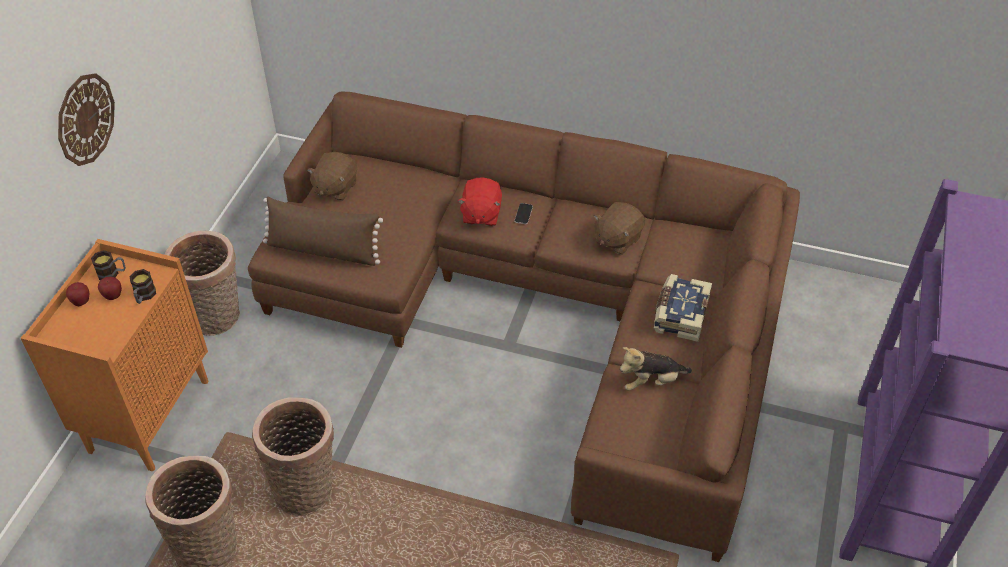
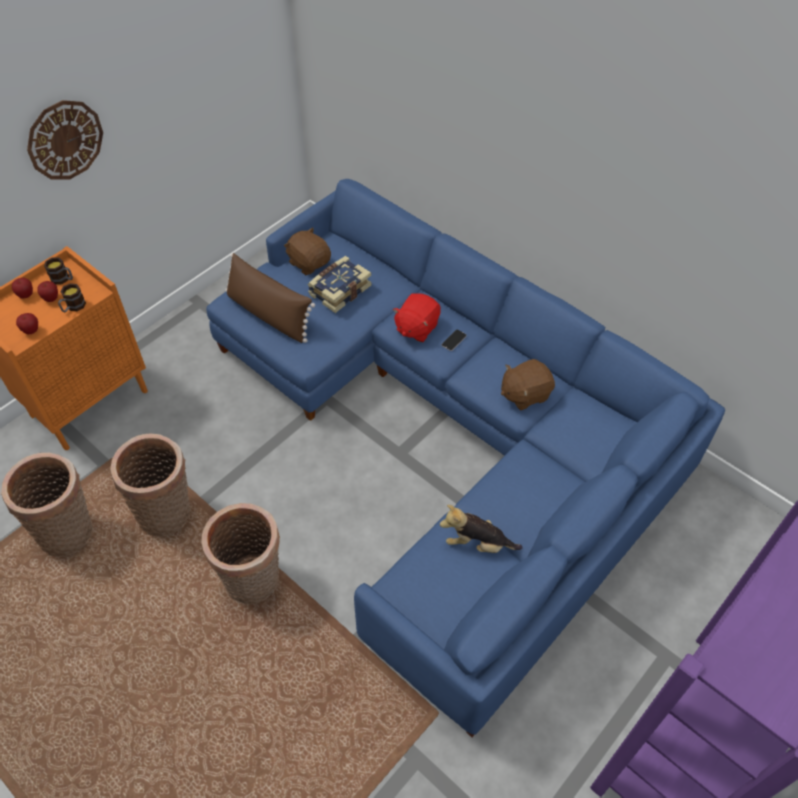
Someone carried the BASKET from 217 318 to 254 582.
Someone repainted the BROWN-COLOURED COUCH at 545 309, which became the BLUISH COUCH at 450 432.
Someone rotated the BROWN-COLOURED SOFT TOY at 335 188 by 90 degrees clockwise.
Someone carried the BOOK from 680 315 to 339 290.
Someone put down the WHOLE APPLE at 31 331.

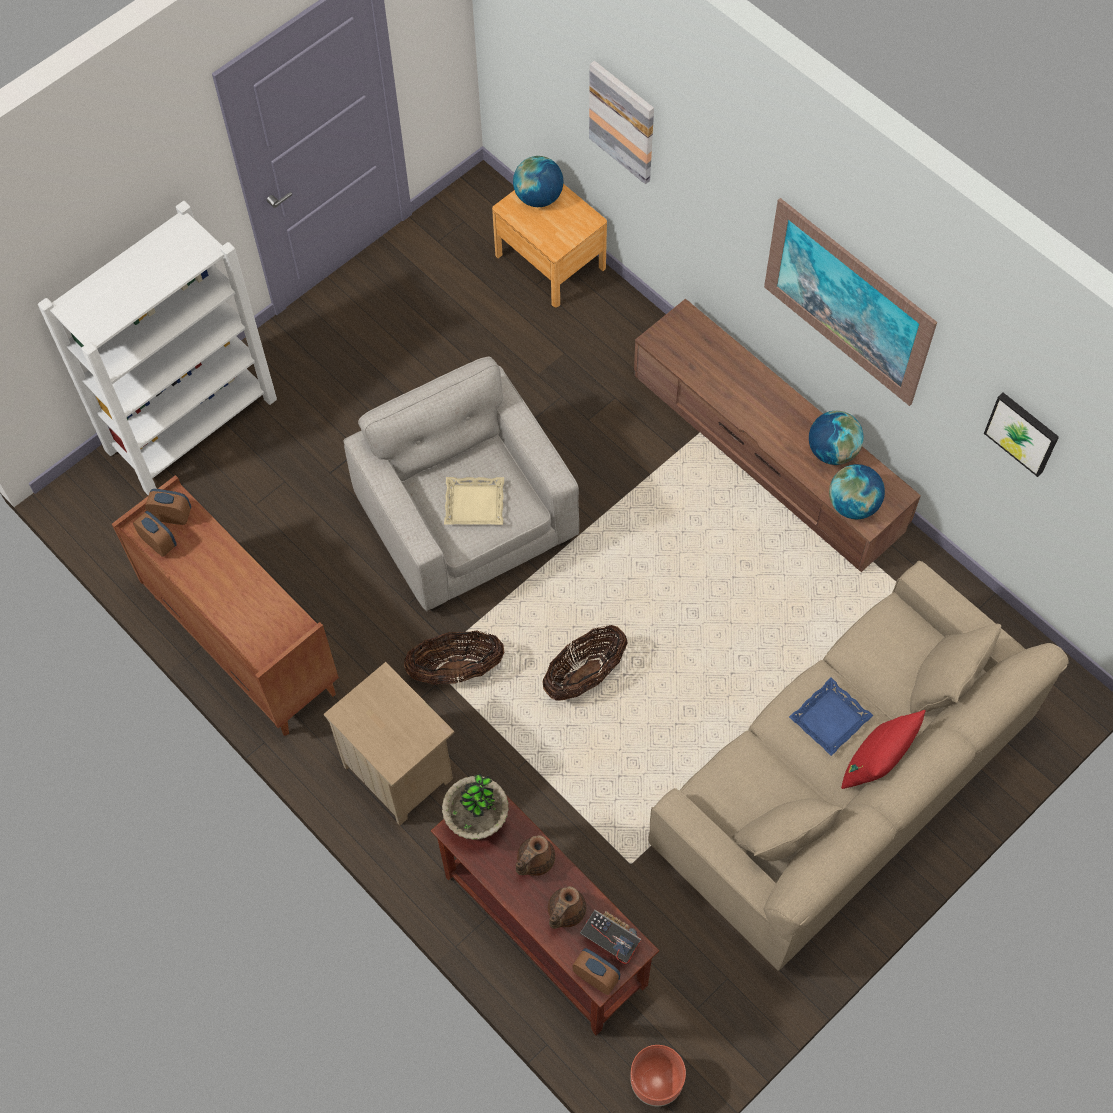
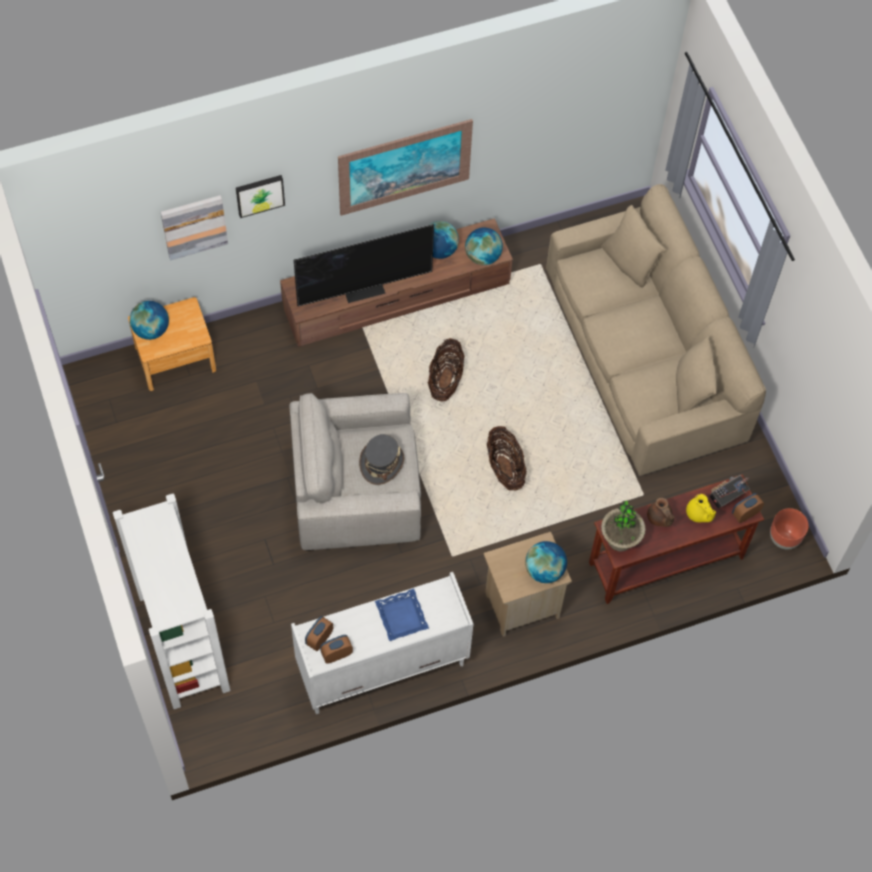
Someone repainted the BROWN-COLOURED STORAGE CABINET at 243 644, which became the WHITISH STORAGE CABINET at 381 668.
Someone carried the BASKET from 456 670 to 445 380.
Someone swapped the BEIGE-COLOURED SERVING TRAY at 474 503 for the GREY WEARABLE HAT at 381 463.
Someone repainted the BROWN-COLOURED TEAPOT at 565 912, which became the YELLOW TEAPOT at 698 514.
Someone carried the BLUISH SERVING TRAY from 830 719 to 402 616.
Someone took away the RED CUSHION at 876 764.
Someone carried the WALL PICTURE from 1022 432 to 259 194.
Someone put down the TV SET at 364 289.
Someone put down the WORLD GLOBE at 544 570.

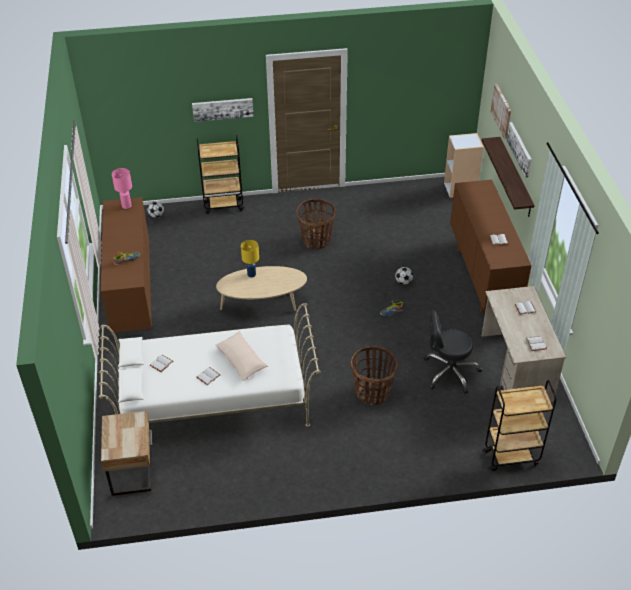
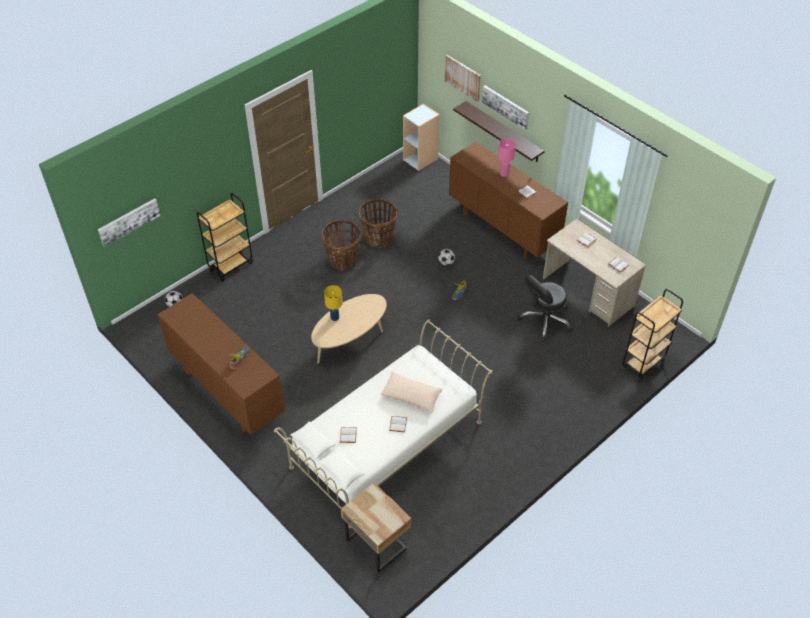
Someone carried the PINK-COLOURED LAMP FOR A TABLE from 126 206 to 504 173.
Someone carried the WALL PICTURE from 222 109 to 128 221.
Someone carried the BASKET from 372 392 to 378 238.

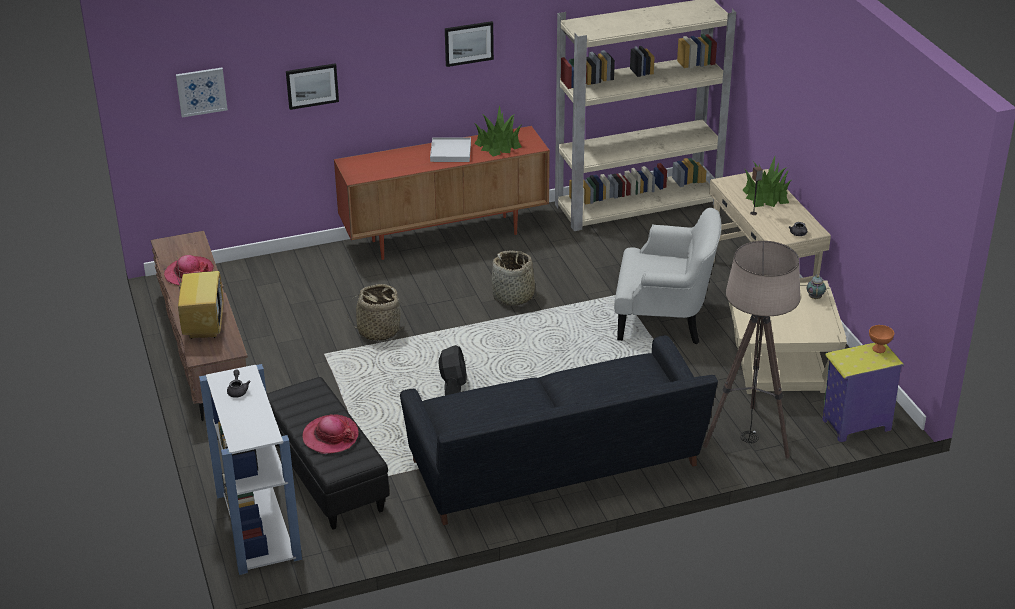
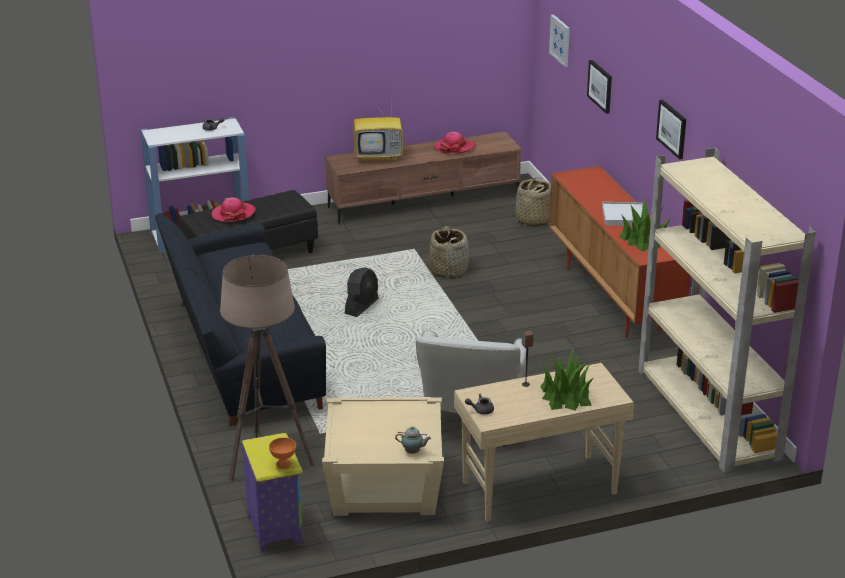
Someone rotated the BLACK COOLING FAN at 453 387 by 60 degrees counterclockwise.
Someone carried the BASKET from 513 296 to 533 220.

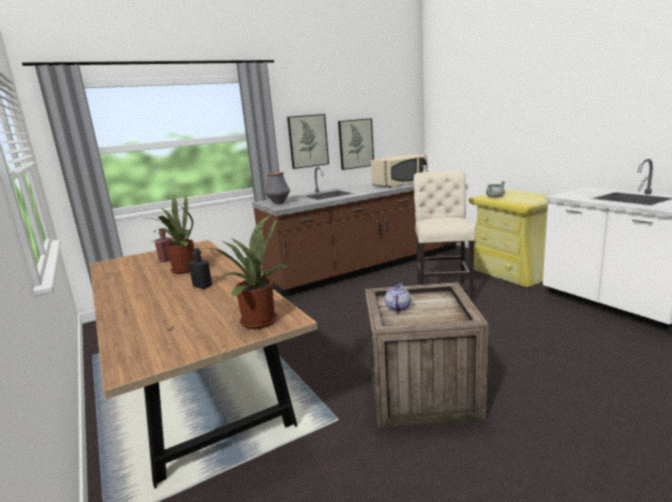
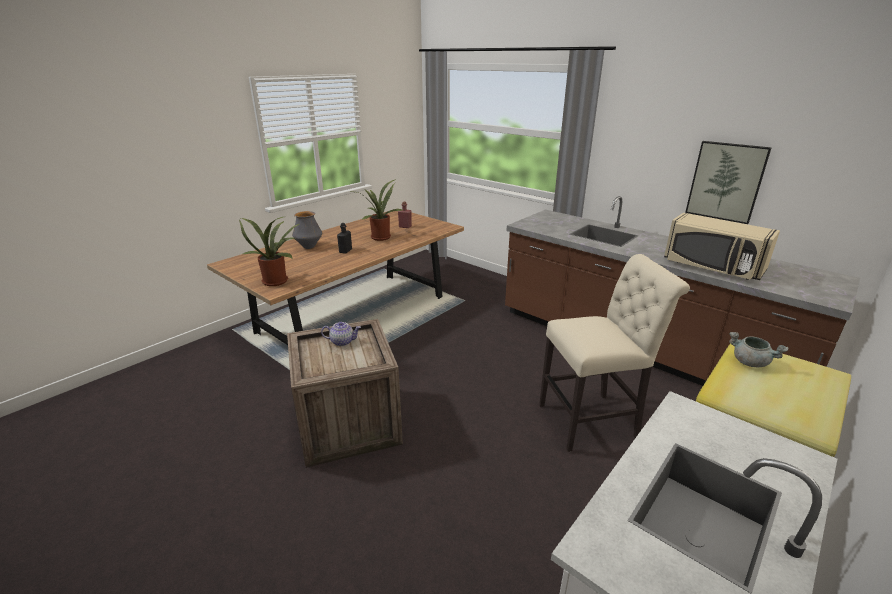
Someone carried the VASE from 279 203 to 309 247.
Someone took away the WALL PICTURE at 308 141.

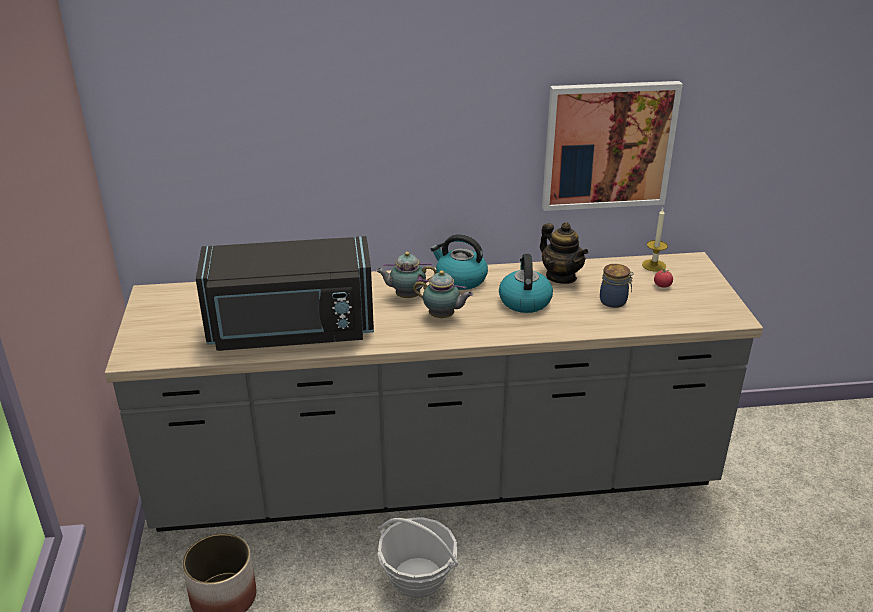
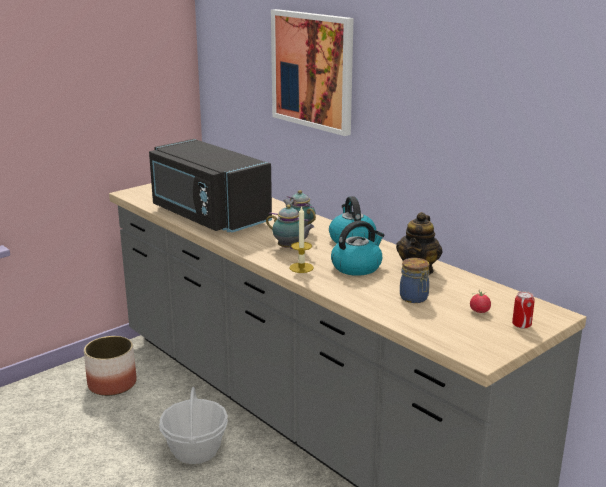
Someone rotated the TEAPOT at 443 317 by 45 degrees counterclockwise.
Someone carried the WALL PICTURE from 608 145 to 313 70.
Someone carried the WAX LIGHT from 654 265 to 301 268.
Someone put down the SEALED CAN at 521 325.

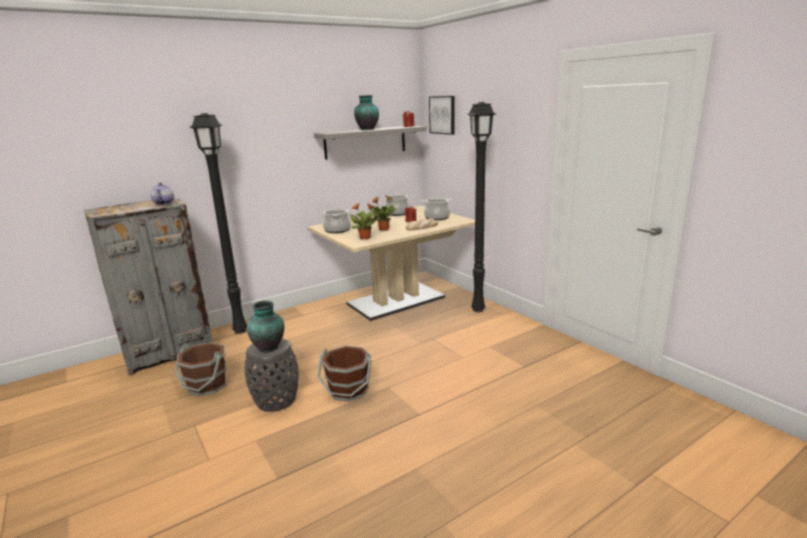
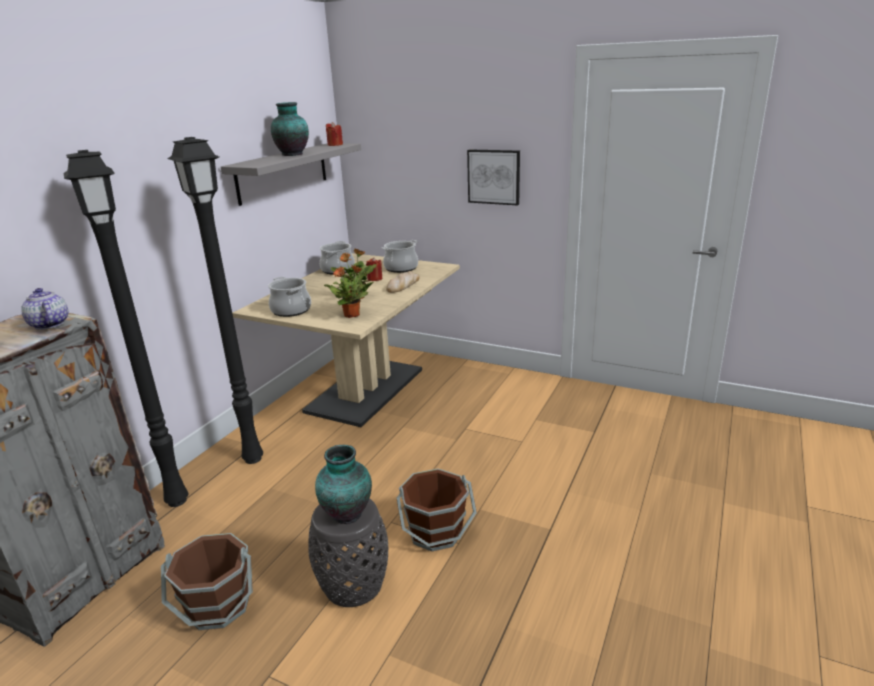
Someone carried the WALL PICTURE from 442 115 to 494 176.
Someone carried the BLACK STANDING LAMP from 477 310 to 252 460.

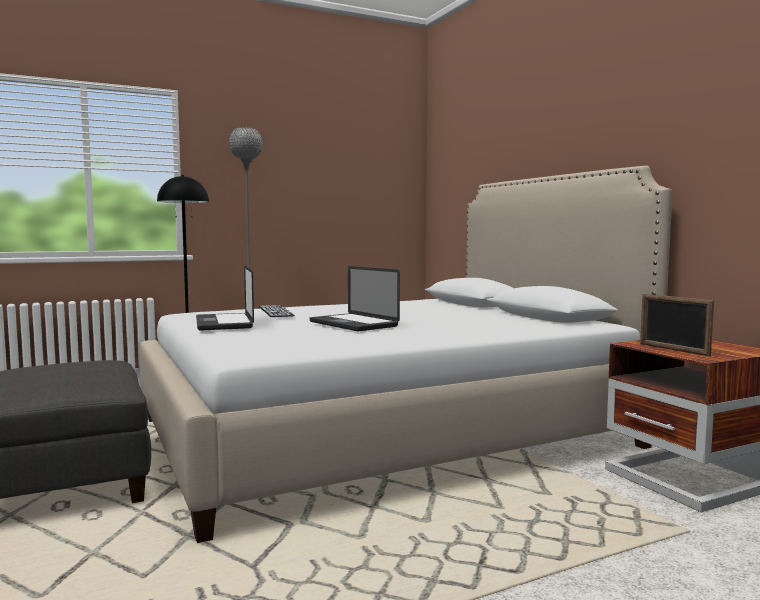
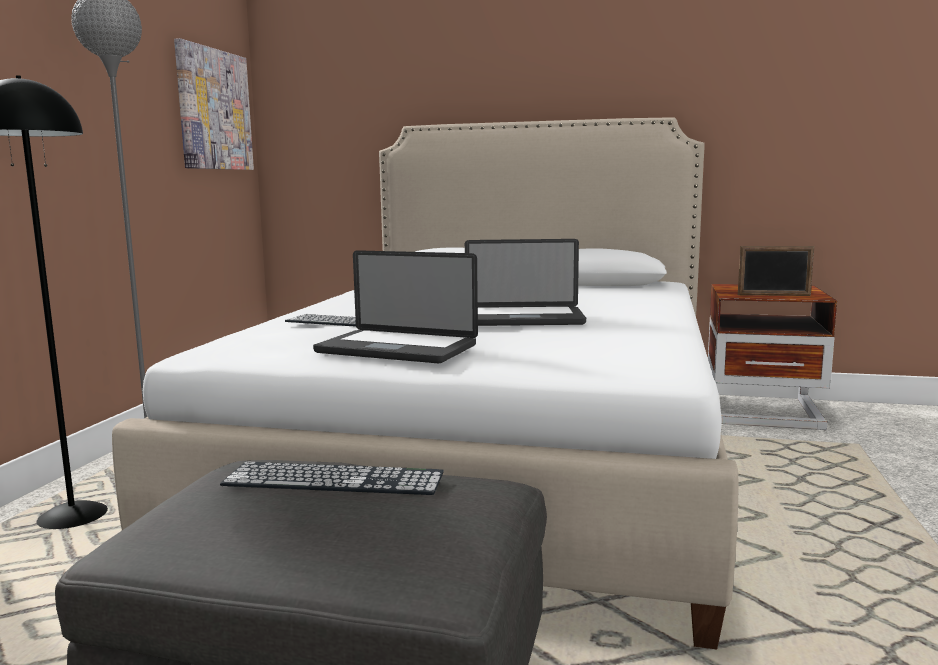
Someone put up the WALL PICTURE at 214 110.
Someone put down the COMPUTER KEYBOARD at 334 479.

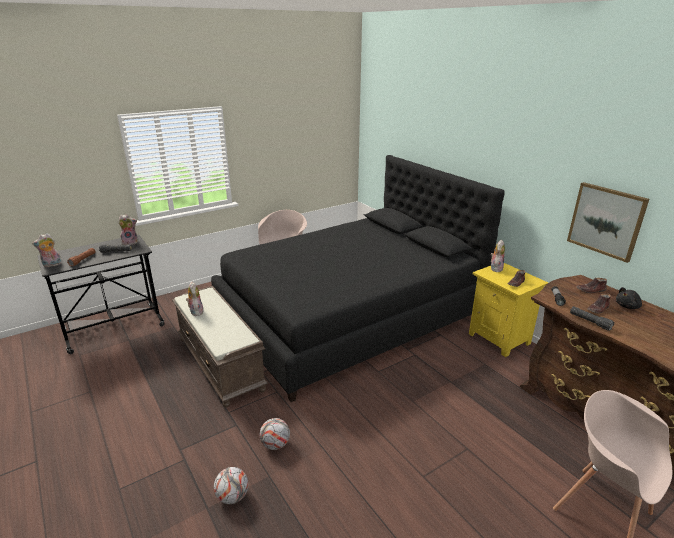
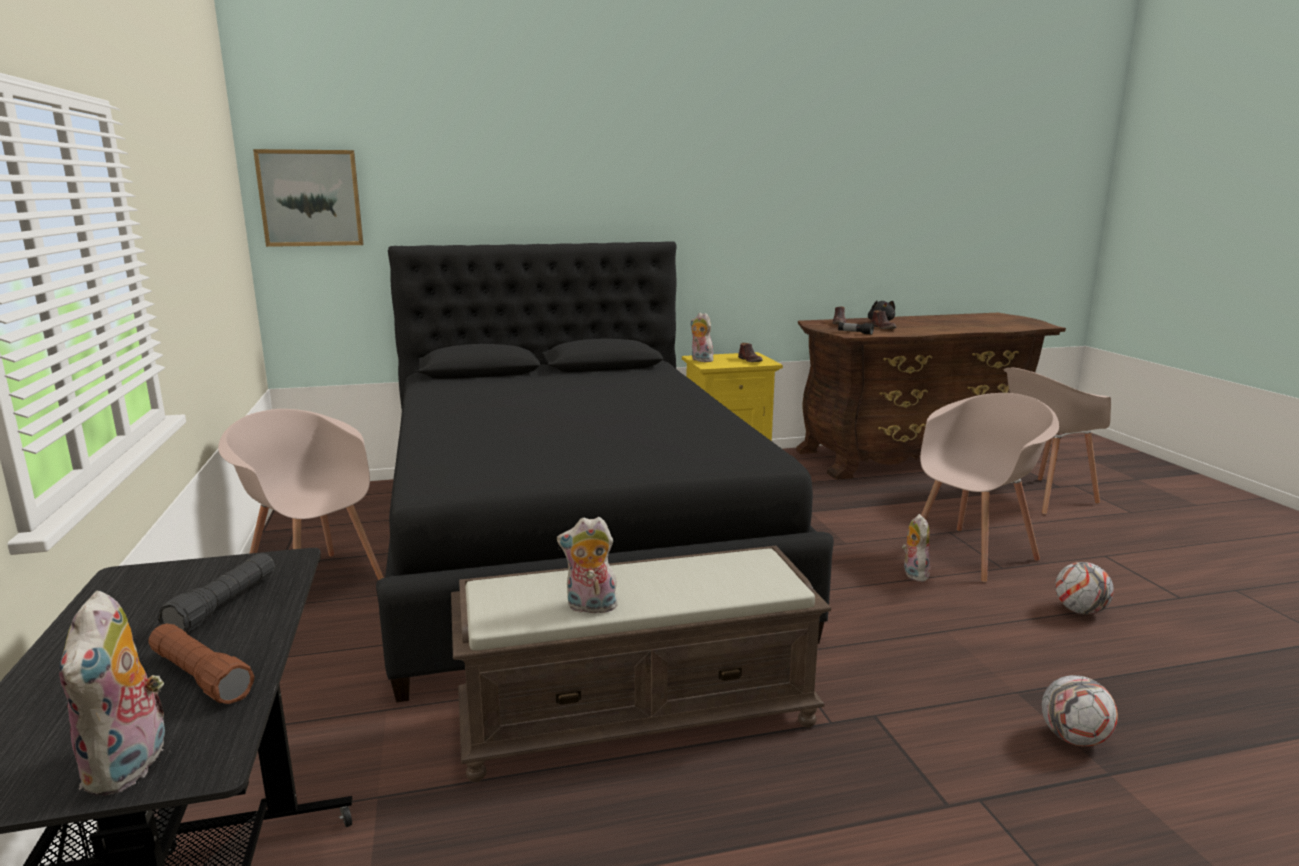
Someone carried the SOFT TOY from 130 242 to 913 574.
Someone carried the FOOTBALL BALL from 275 444 to 1080 611.
Someone carried the WALL PICTURE from 606 221 to 310 198.
Someone took away the BLACK FLASHLIGHT at 590 322.
Someone put down the BEIGE-COLOURED UPRIGHT CHAIR at 972 554.

